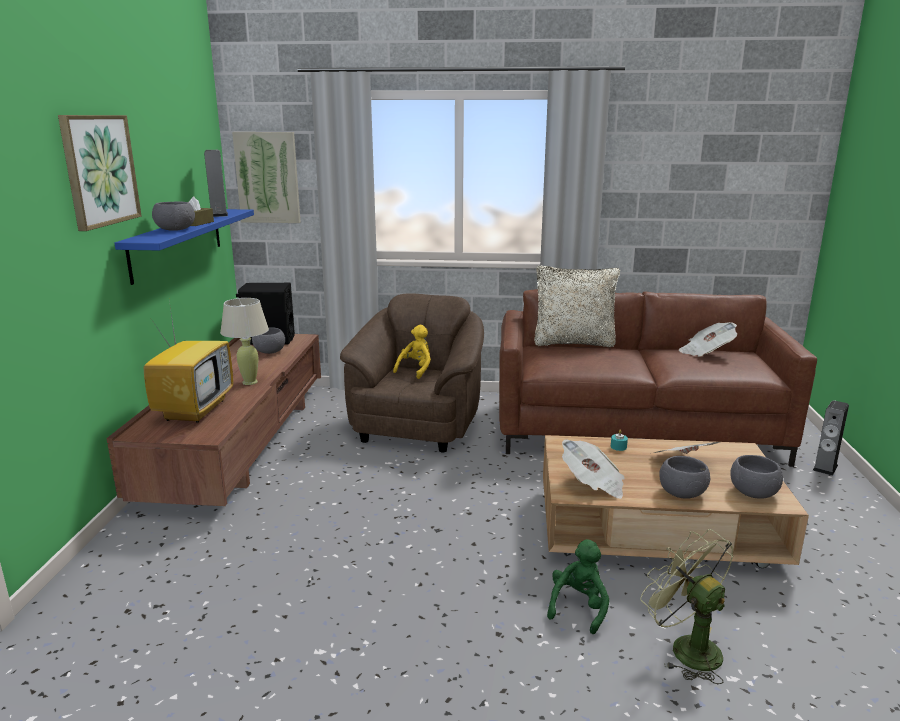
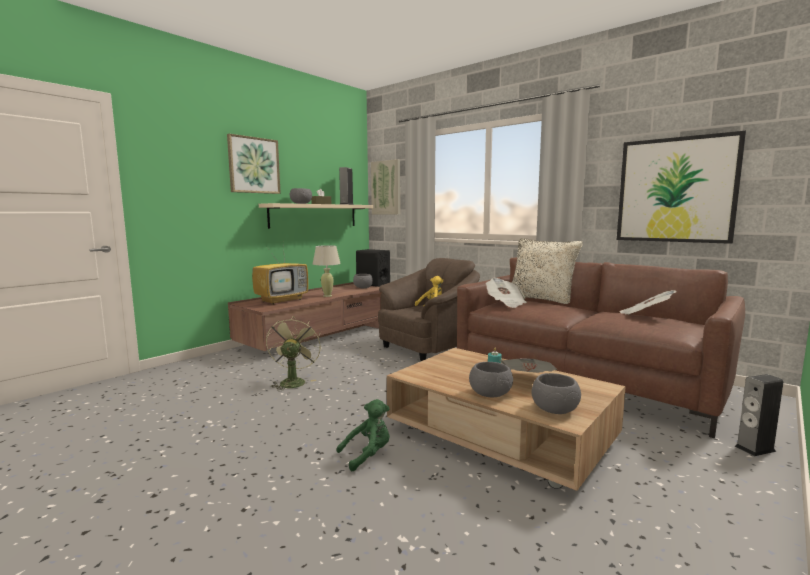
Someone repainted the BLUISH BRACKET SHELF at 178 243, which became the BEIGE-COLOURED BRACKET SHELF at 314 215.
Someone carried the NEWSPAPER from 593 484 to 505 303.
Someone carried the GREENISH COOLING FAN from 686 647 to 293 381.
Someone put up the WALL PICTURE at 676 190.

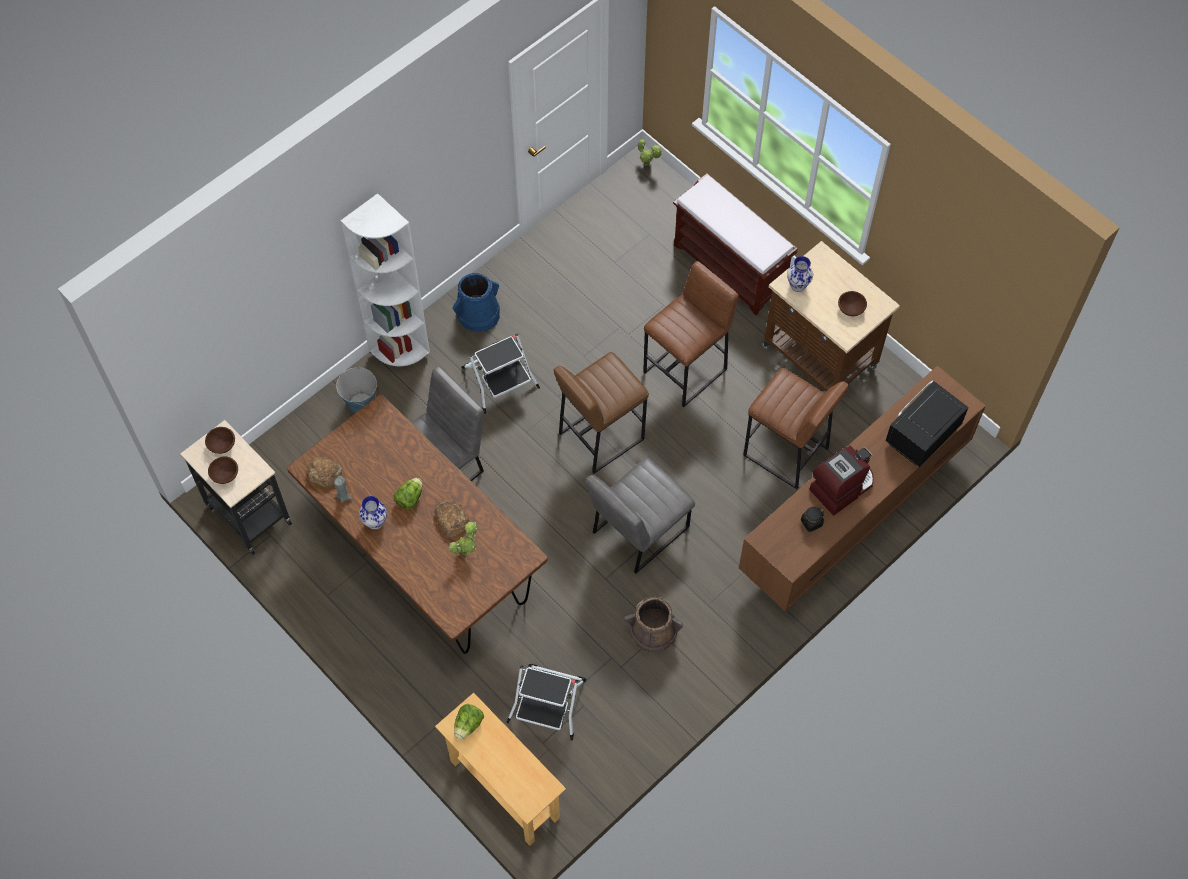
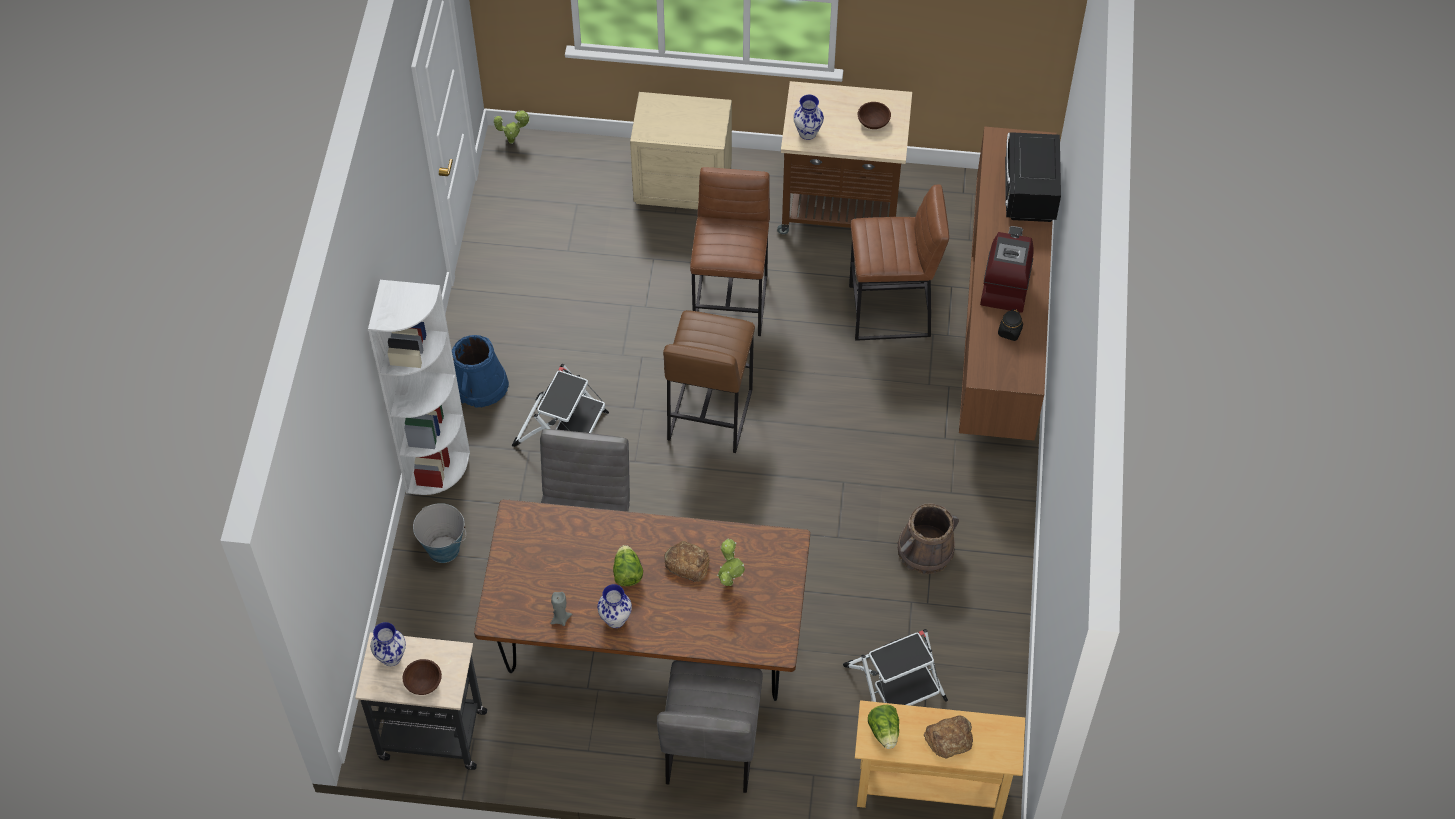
Someone swapped the BROWN-COLOURED SERVING BOWL at 222 444 for the VASE at 391 657.
Someone carried the BAKED BREAD from 325 473 to 949 738.
Someone carried the GREY UPRIGHT CHAIR from 638 530 to 710 747.
Someone swapped the BROWN-COLOURED BENCH at 730 268 for the BEIGE-COLOURED NIGHTSTAND at 683 184.

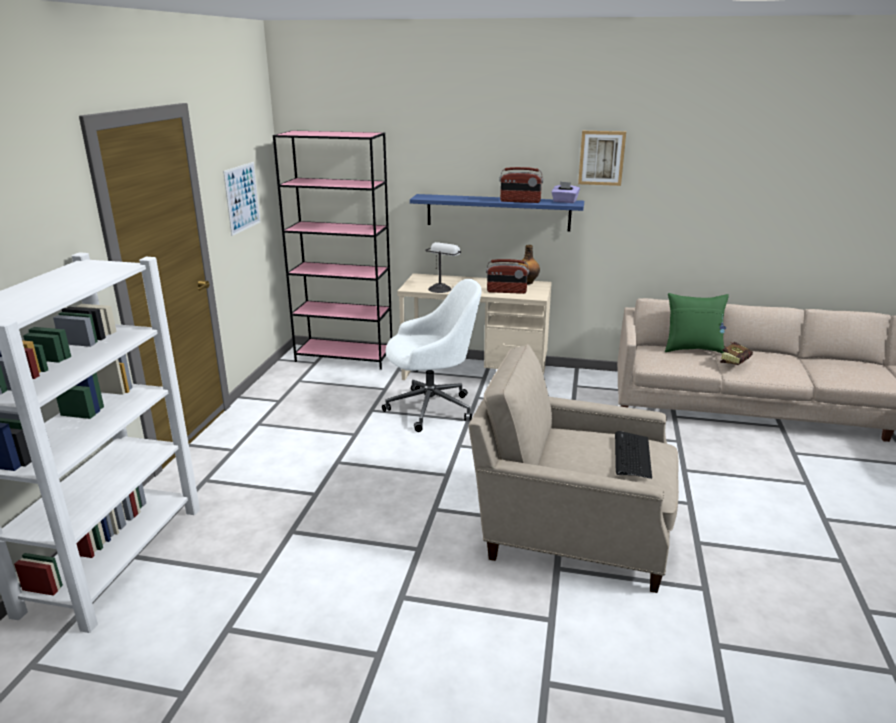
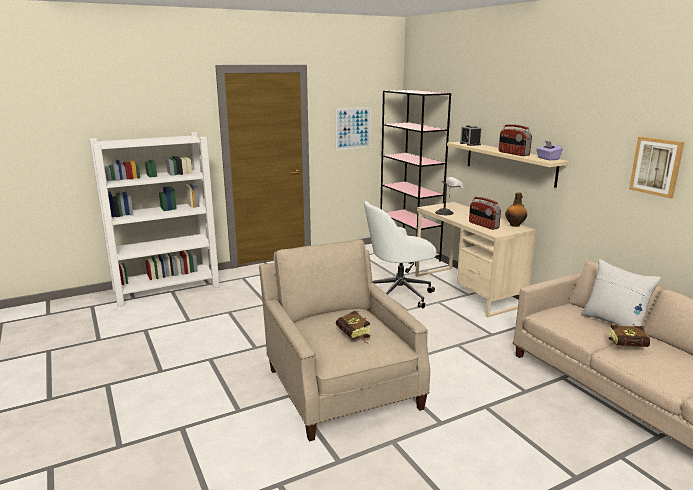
Someone rotated the WHITISH COMPUTER CHAIR at 431 409 by 120 degrees clockwise.
Someone repainted the BLUISH BRACKET SHELF at 498 212, which became the BEIGE-COLOURED BRACKET SHELF at 509 163.
Someone carried the WALL PICTURE from 601 158 to 656 166.
Someone swapped the COMPUTER KEYBOARD at 631 455 for the BOOK at 355 337.
Someone repainted the GREENISH CUSHION at 692 350, which became the GREY CUSHION at 613 324.
Someone put down the ALARM CLOCK at 470 144.

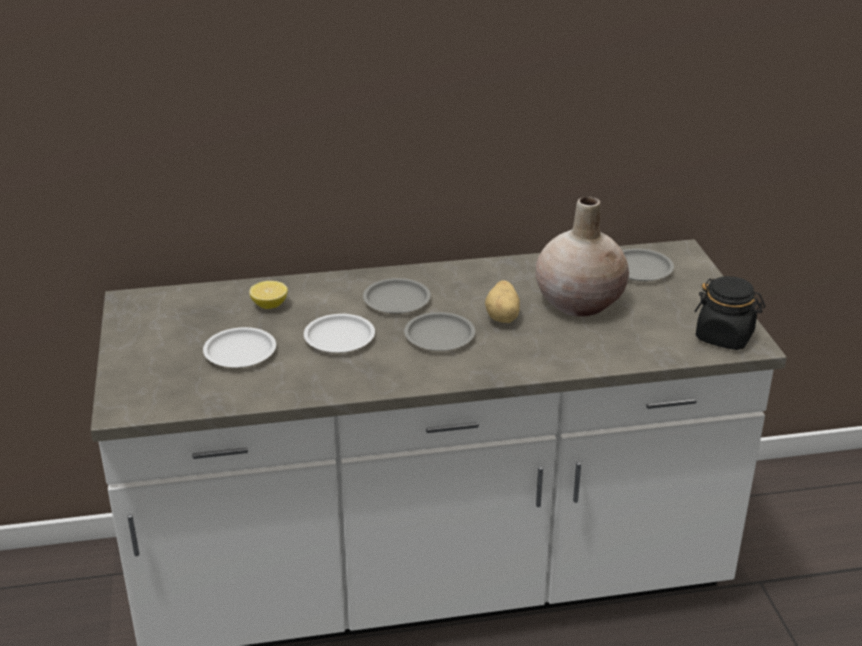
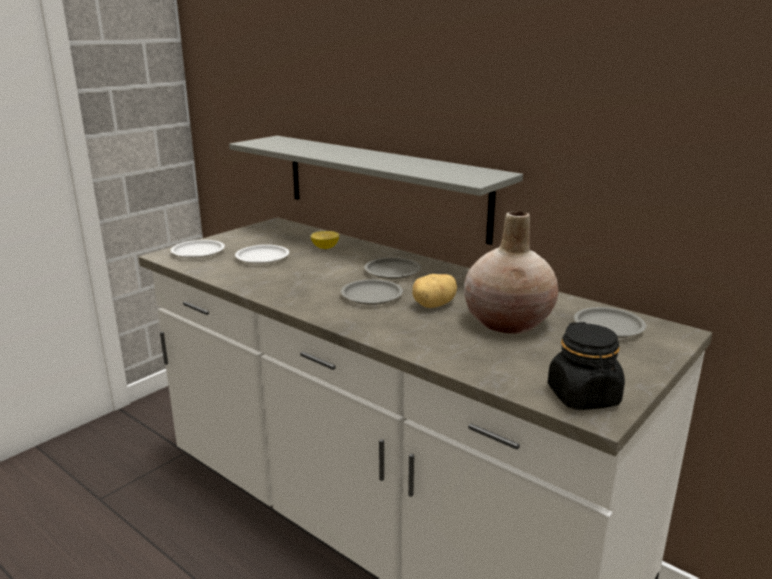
Someone carried the WHITISH FLAT DISH from 339 338 to 198 252.
Someone put up the GREY BRACKET SHELF at 383 186.

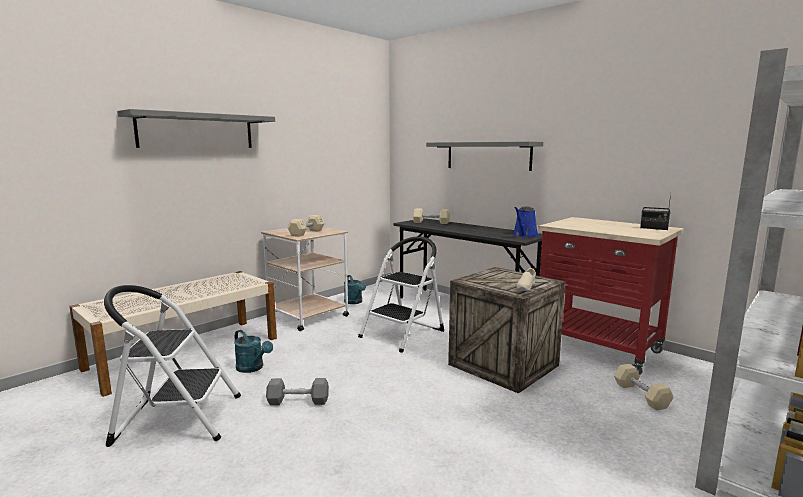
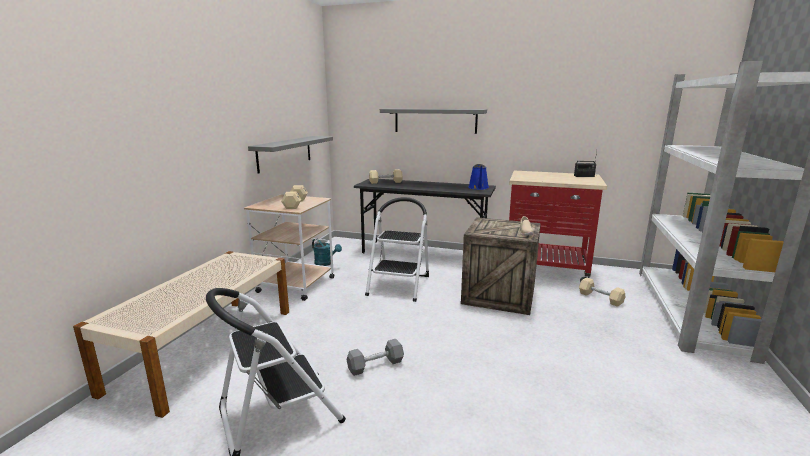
Someone carried the GREY BRACKET SHELF from 197 131 to 285 153.
Someone took away the BLUE-GREEN WATERING POT at 253 368.

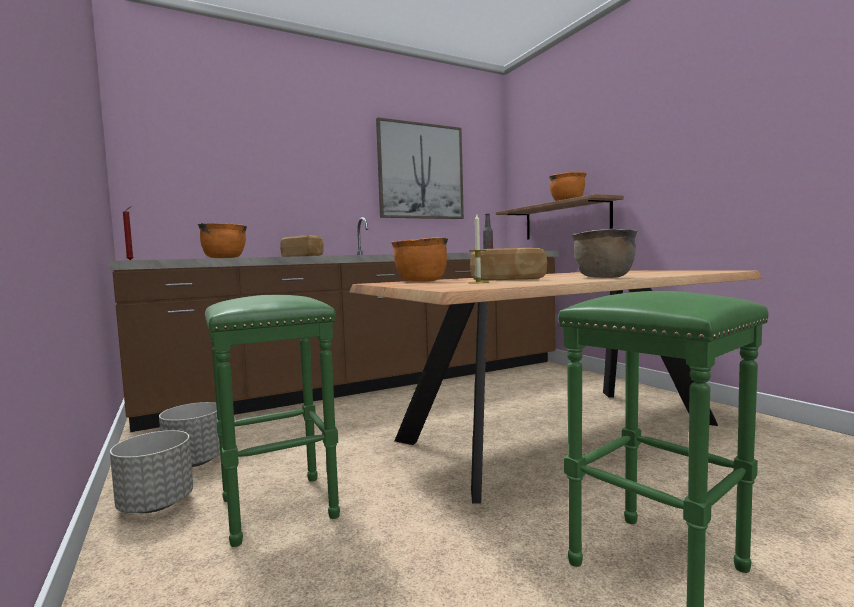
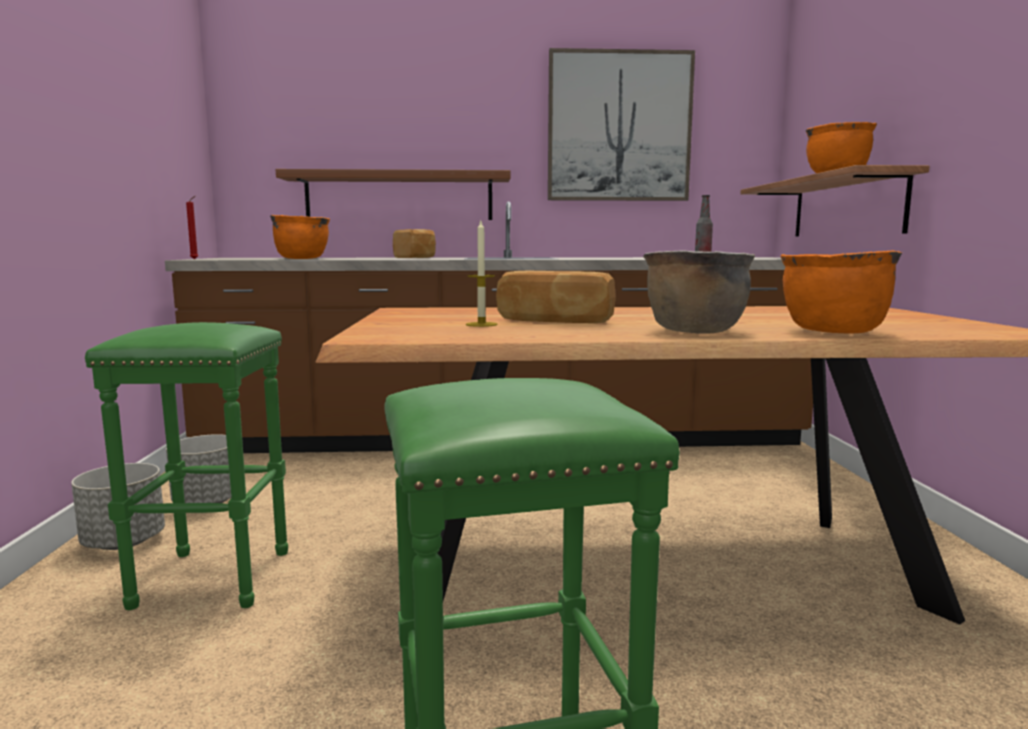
Someone carried the ORANGE-COLOURED COOKING POT from 421 281 to 832 332.
Someone put up the BROWN-COLOURED BRACKET SHELF at 399 196.

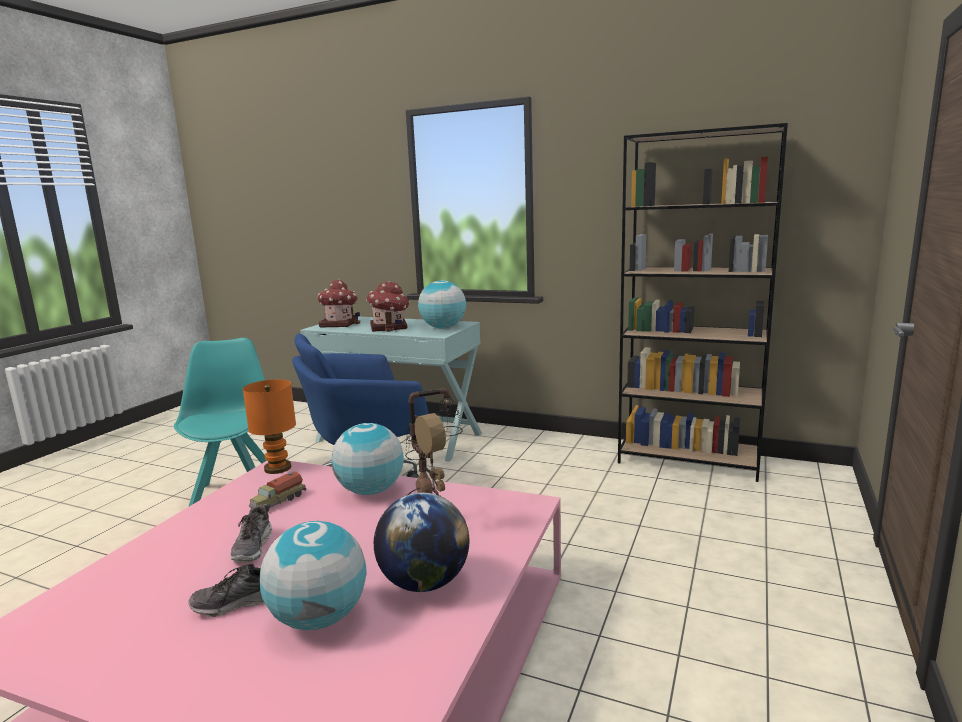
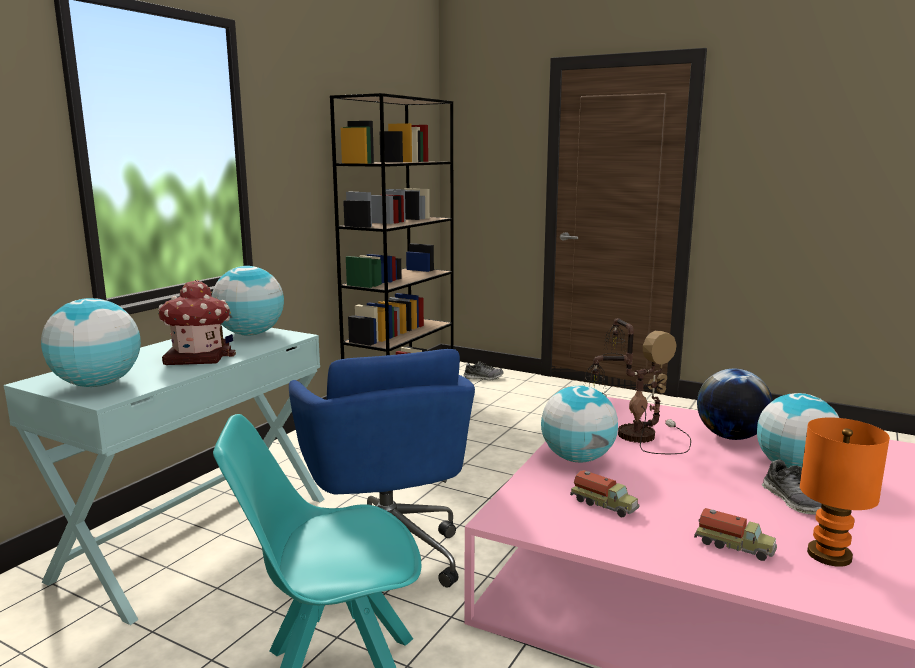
Someone carried the ITEM OF FOOTWEAR from 253 547 to 483 378.
Someone carried the ORANGE-COLOURED LAMP FOR A TABLE from 278 468 to 829 554.
Someone swapped the MODEL HOUSE at 339 324 for the WORLD GLOBE at 97 384.
Someone put down the MODEL TRUCK at 734 546.

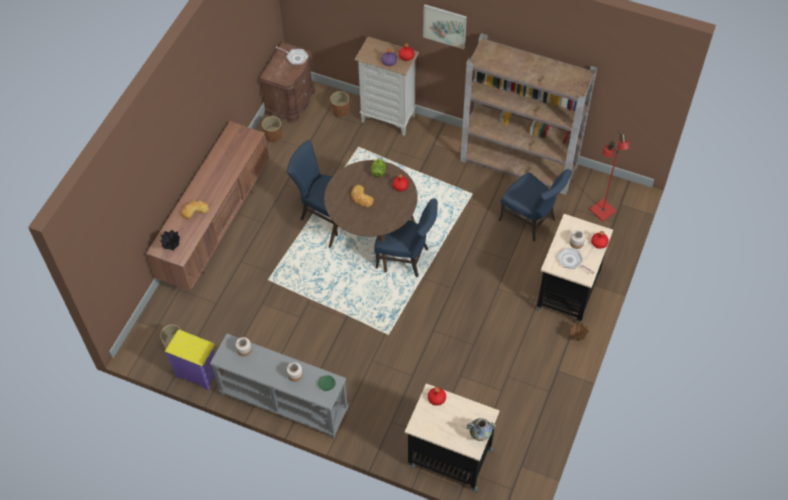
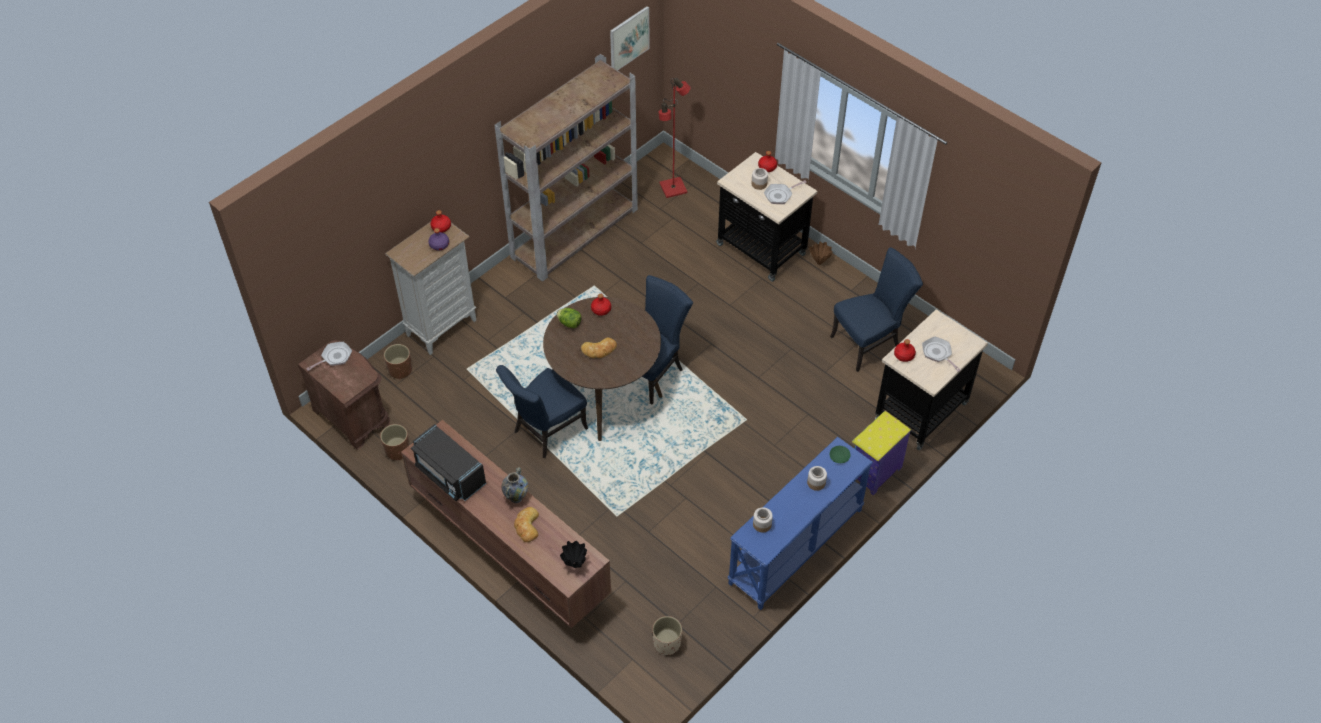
Someone carried the NIGHTSTAND from 197 372 to 873 473.
Someone repainted the GREY NARROW TABLE at 283 403, which became the BLUISH NARROW TABLE at 796 547.
Someone carried the WALL PICTURE from 444 26 to 629 39.
Someone carried the VASE from 480 436 to 516 497.
Someone carried the BLUISH UPRIGHT CHAIR from 530 221 to 869 342.
Someone put down the BLACK KITCHEN MICROWAVE at 449 474.
Someone put down the PAN at 938 353.

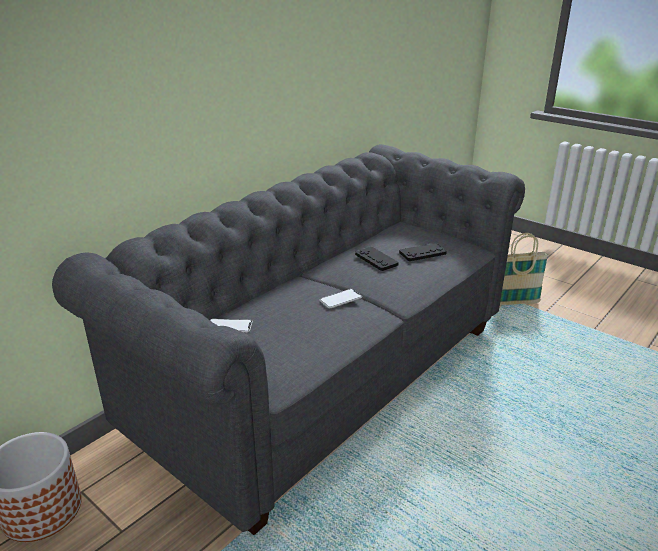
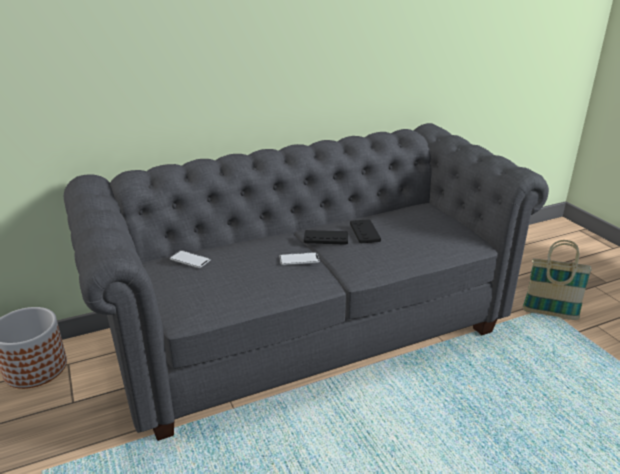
Someone carried the BLACK GAME CONTROLLER from 422 253 to 326 238.

